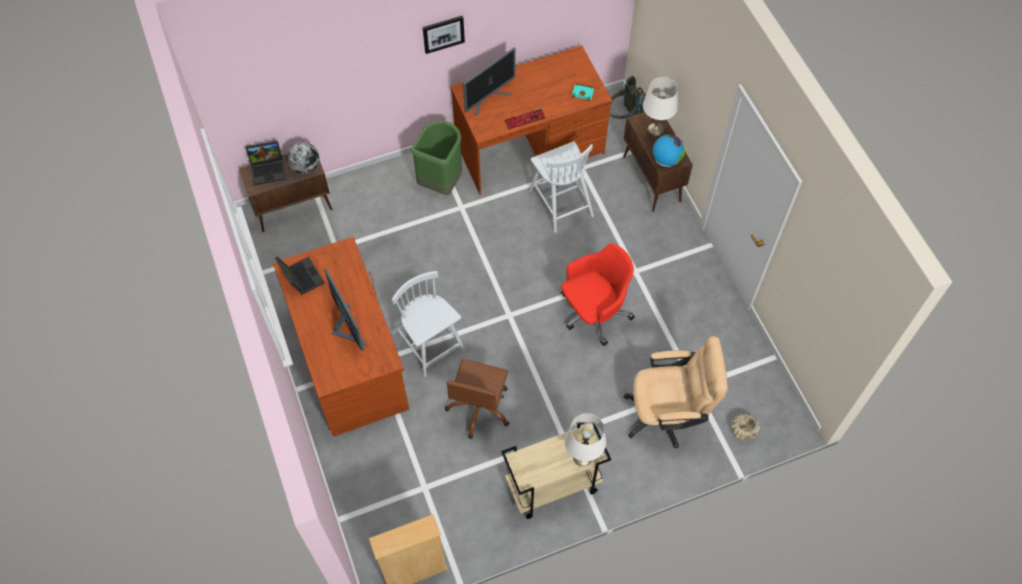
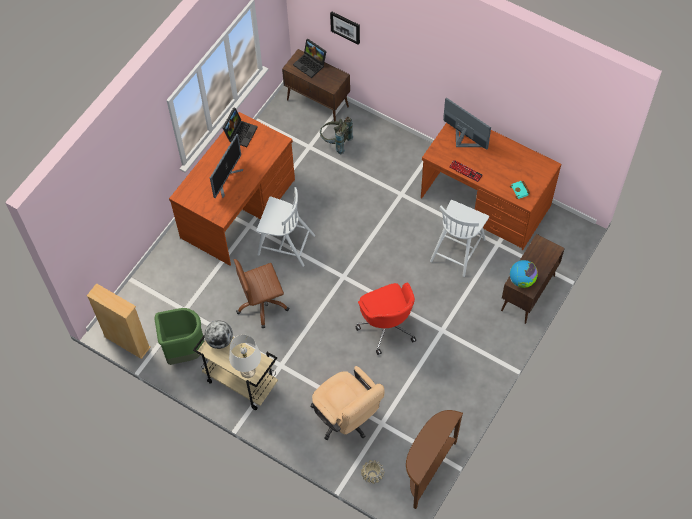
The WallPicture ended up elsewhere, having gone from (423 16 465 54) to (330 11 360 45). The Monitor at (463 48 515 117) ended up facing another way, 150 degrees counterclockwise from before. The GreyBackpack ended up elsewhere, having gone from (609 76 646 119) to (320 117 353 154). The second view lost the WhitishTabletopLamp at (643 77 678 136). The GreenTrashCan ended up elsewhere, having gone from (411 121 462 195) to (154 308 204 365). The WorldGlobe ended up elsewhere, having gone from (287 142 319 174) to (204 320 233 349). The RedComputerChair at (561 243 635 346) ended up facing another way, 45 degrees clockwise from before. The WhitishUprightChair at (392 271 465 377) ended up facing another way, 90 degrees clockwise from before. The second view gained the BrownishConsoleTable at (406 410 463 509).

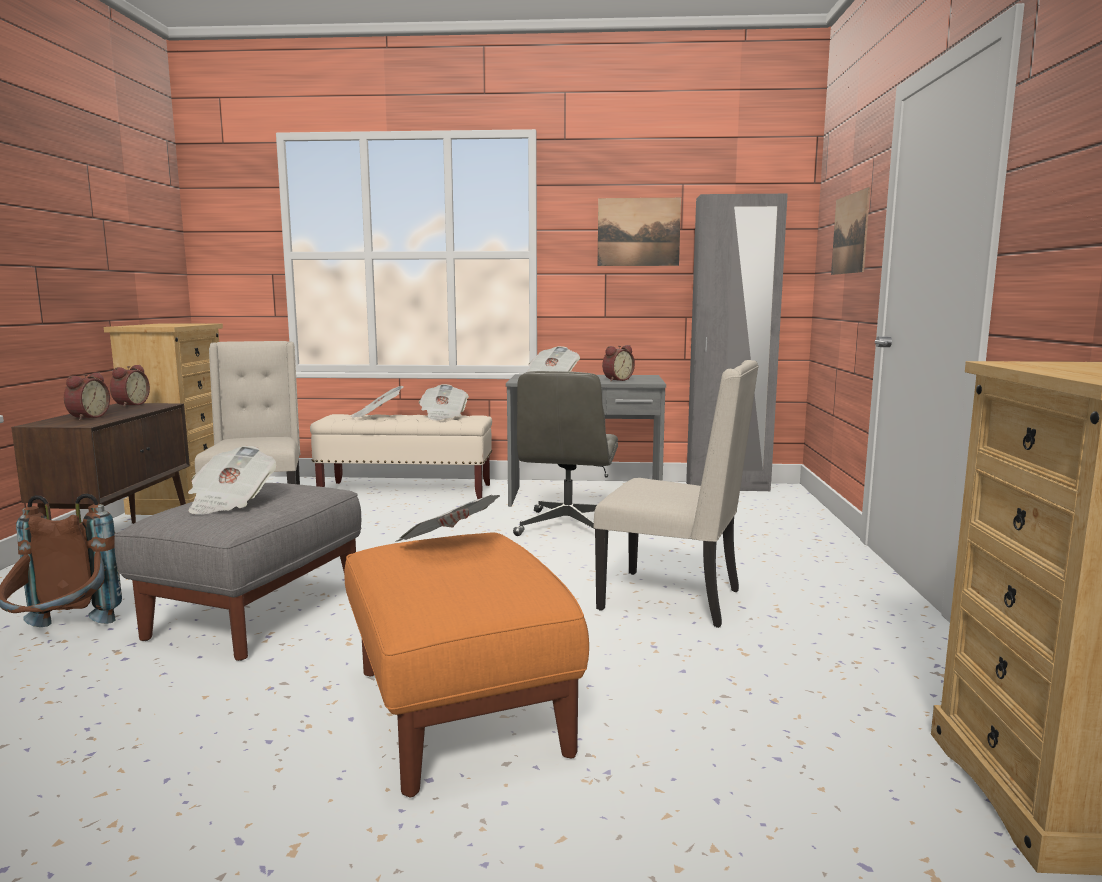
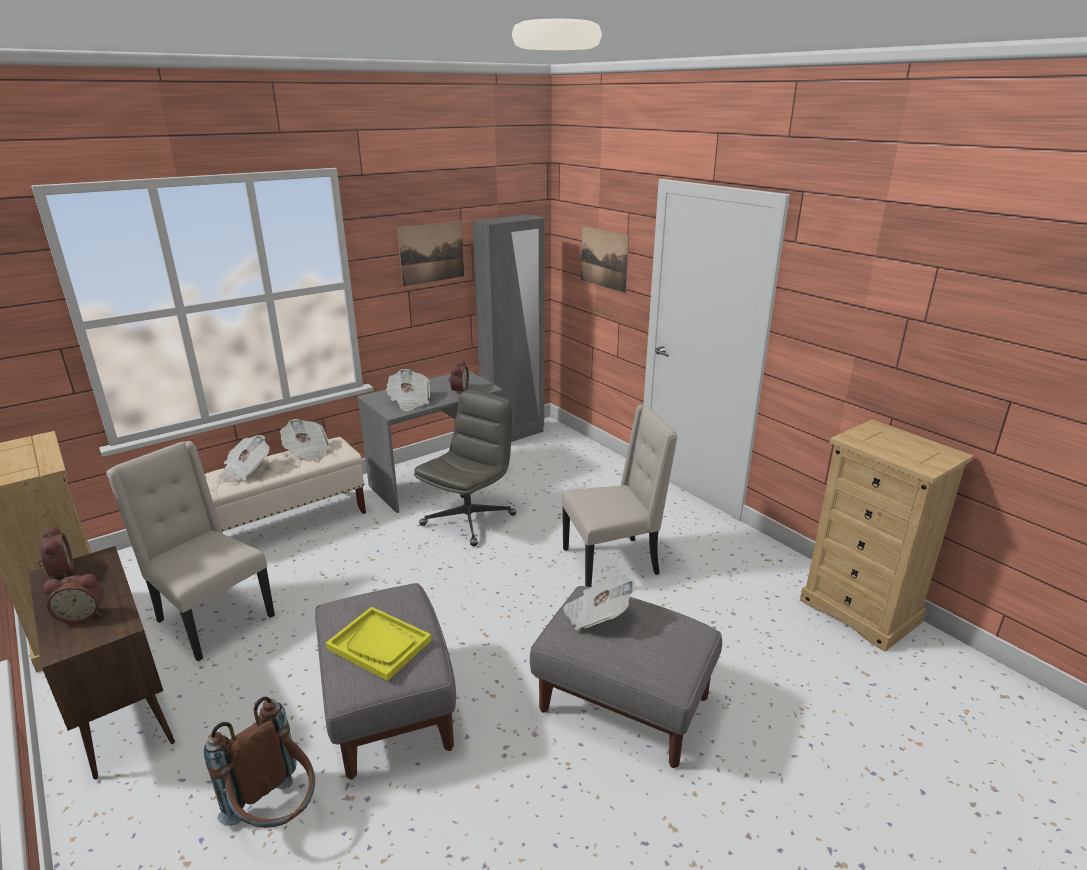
The GreyComputerChair at (513 371 618 536) ended up facing another way, 120 degrees counterclockwise from before. The AlarmClock at (64 373 110 420) ended up facing another way, 105 degrees clockwise from before. Where the PrintedPaper stood at (188 446 277 515), the YellowTray came to stand at (326 607 432 681). What was the OrangeFootrest at (344 532 589 797) turned into the GreyFootrest at (530 586 722 768).

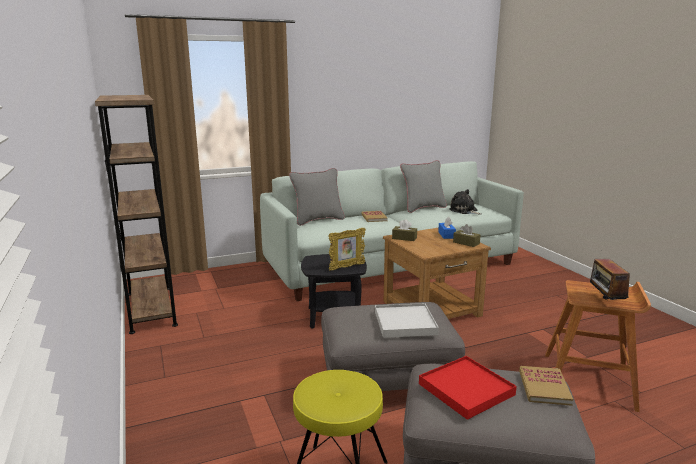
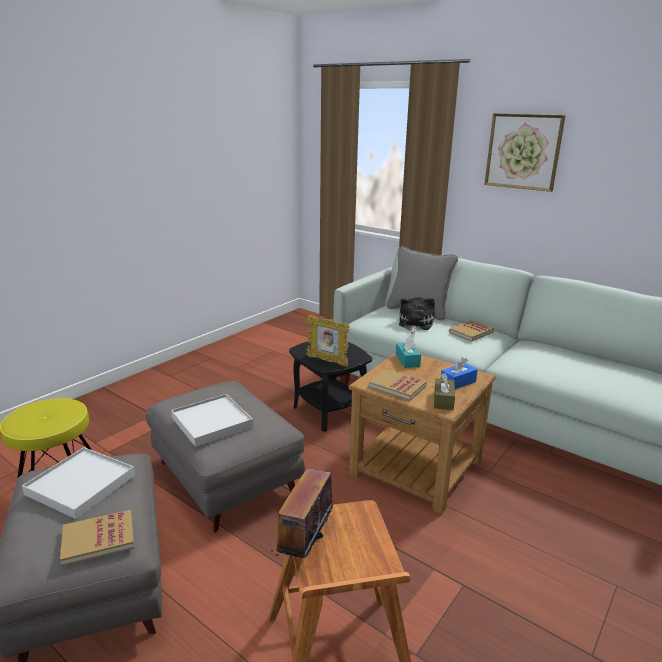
The second view lost the BrownishShelvingUnit at (95 95 178 334). The second view lost the GreyCushion at (400 160 447 213). The SoftToy ended up elsewhere, having gone from (449 189 481 214) to (399 297 435 334). What was the BrownishBoxOfTissues at (392 219 417 241) turned into the TurquoiseColouredBoxOfTissues at (396 337 421 368). The RadioSet at (590 250 631 300) ended up facing another way, 45 degrees counterclockwise from before. What was the RedTray at (419 356 517 420) turned into the WhitishTray at (22 447 135 519). The second view gained the WallPicture at (484 113 566 192). The second view gained the Book at (369 369 426 401).

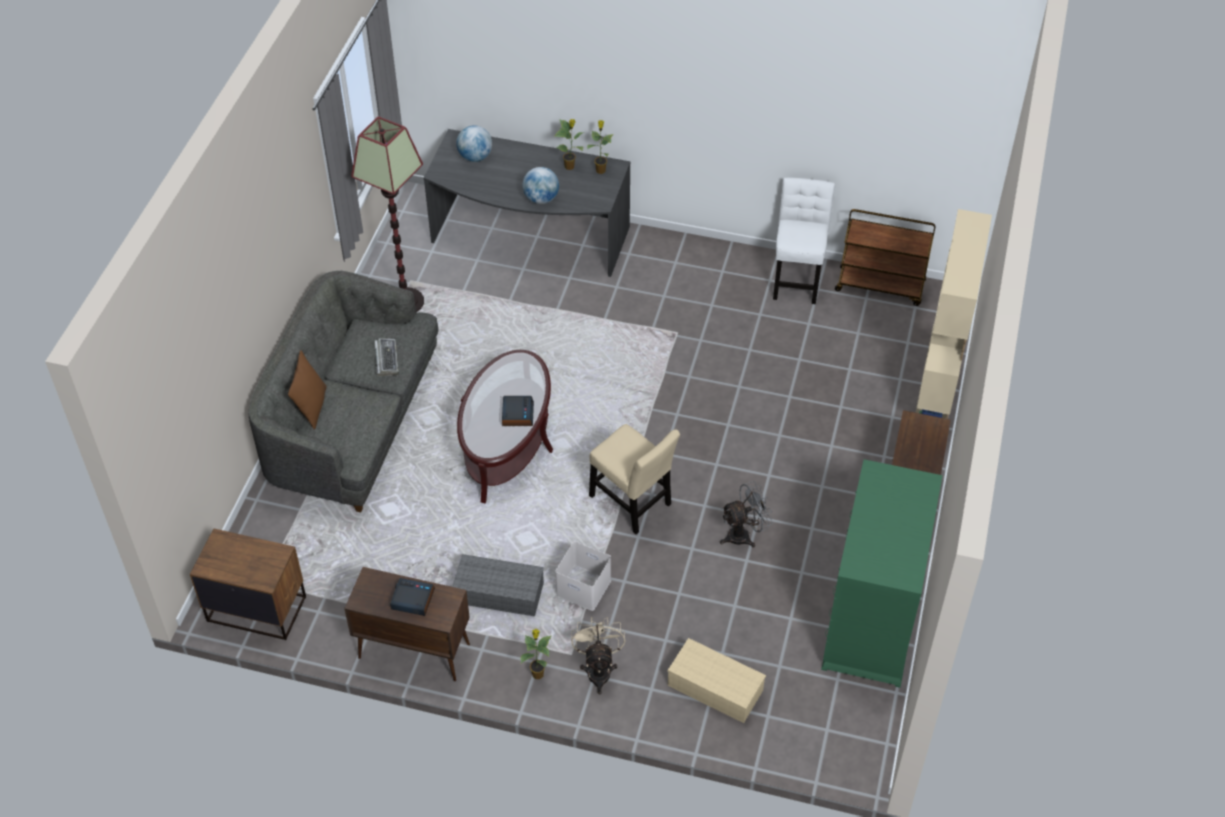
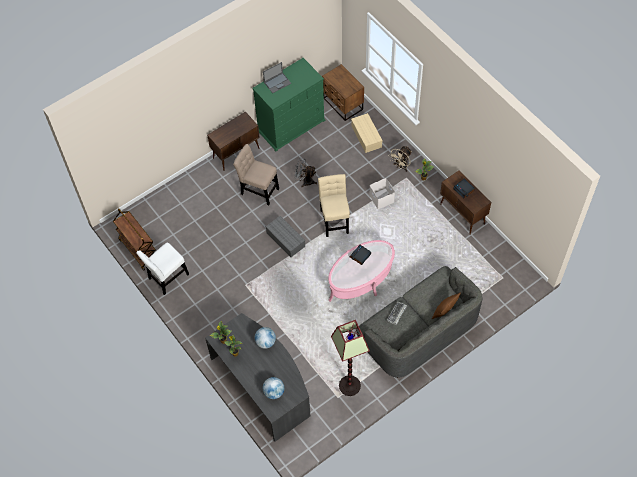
The second view lost the BeigeColouredShelvingUnit at (916 209 992 419). What was the BrownishCoffeeTable at (457 350 553 504) turned into the PinkishCoffeeTable at (328 240 395 302). The BrownishBedsideTable ended up elsewhere, having gone from (190 528 306 640) to (322 64 364 121). The GreyStorageBox ended up elsewhere, having gone from (452 554 544 616) to (266 216 305 257). The second view gained the NotebookComputer at (263 62 291 93). The second view gained the BeigeColouredUprightChair at (233 144 279 205).

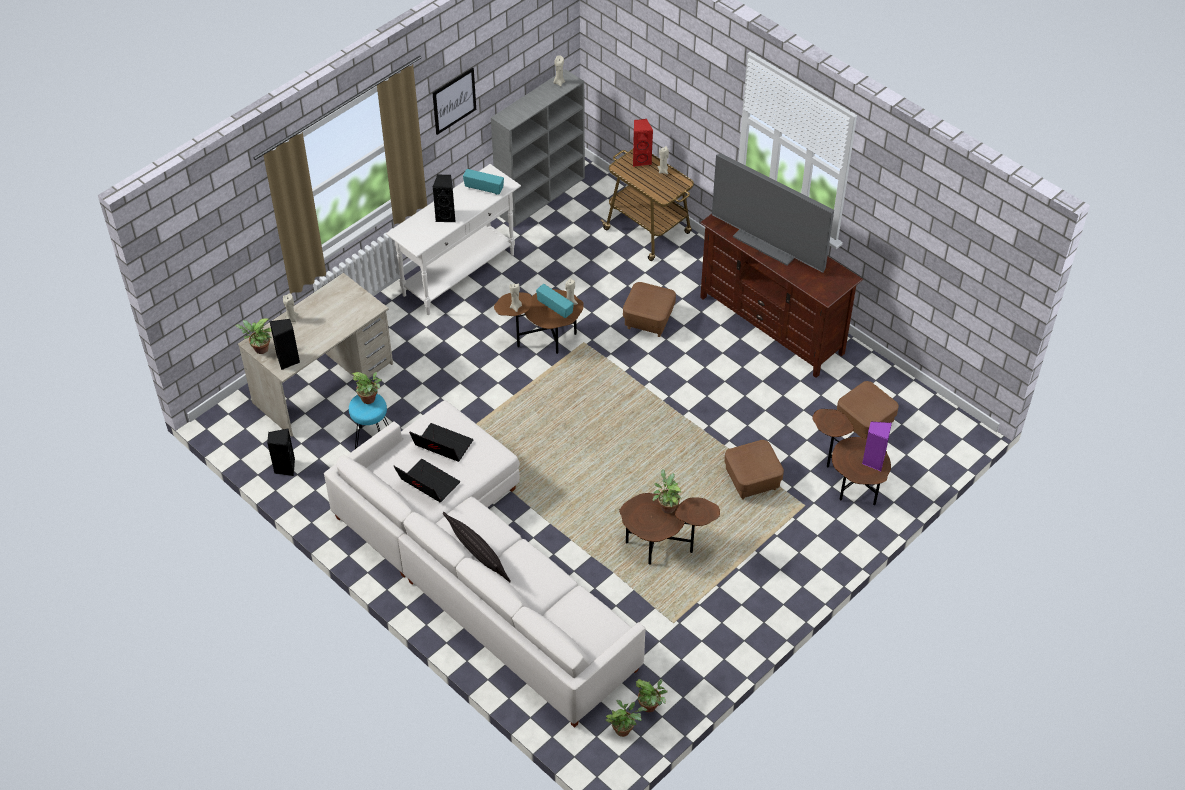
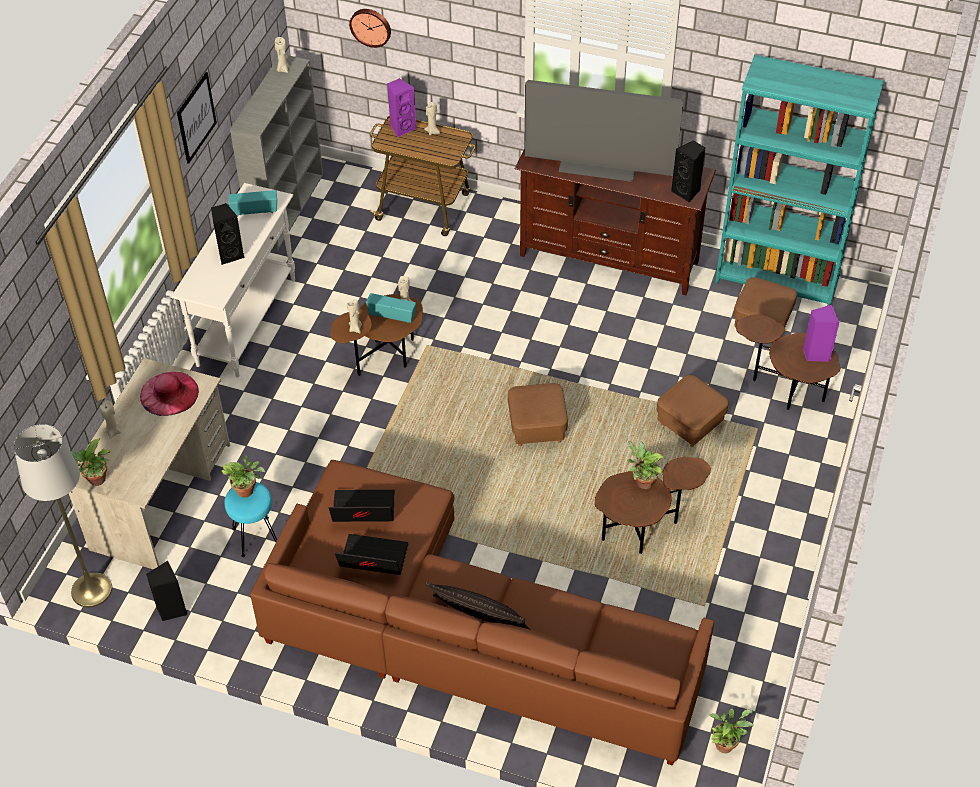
What was the RedLoudspeaker at (633 119 653 167) turned into the PurplishLoudspeaker at (387 78 416 137). The BrownishFootrest ended up elsewhere, having gone from (623 282 676 337) to (508 383 568 446). The BlackLoudspeaker ended up elsewhere, having gone from (270 319 300 370) to (671 140 705 203). What was the WhitishCouch at (324 400 645 728) turned into the BrownishCouch at (250 460 714 766). The second view lost the PottedPlant at (635 679 668 712). The second view gained the WallClock at (349 9 391 48). The second view gained the TurquoiseColouredShelvingUnit at (715 55 884 306). The second view gained the PinkishHat at (140 372 199 416). The second view gained the GreyFloorLamp at (14 424 112 607).

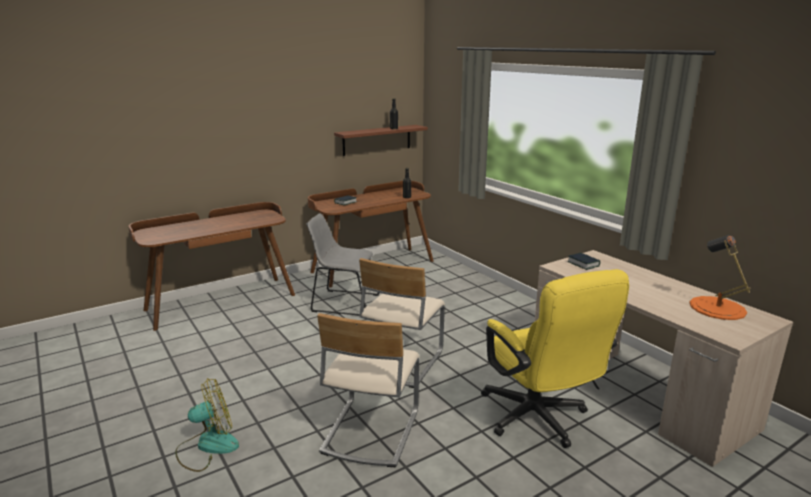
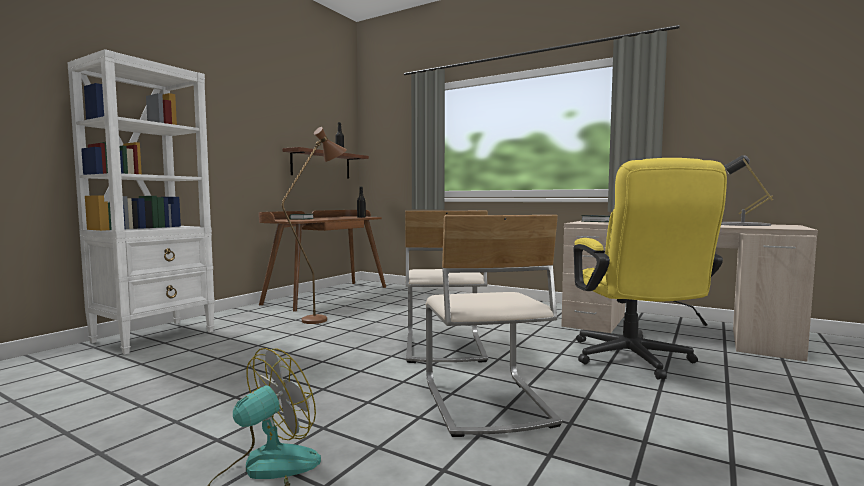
Where the BrownishDesk stood at (128 202 295 331), the WhitishShelvingUnit came to stand at (67 49 215 354). Where the GreyUprightChair stood at (306 213 379 316), the BrownishFloorLamp came to stand at (282 127 347 324). What was the OrangeTabletopLamp at (689 235 751 320) turned into the GreyTabletopLamp at (721 155 773 226). The YellowComputerChair at (481 269 629 448) ended up facing another way, 45 degrees clockwise from before.

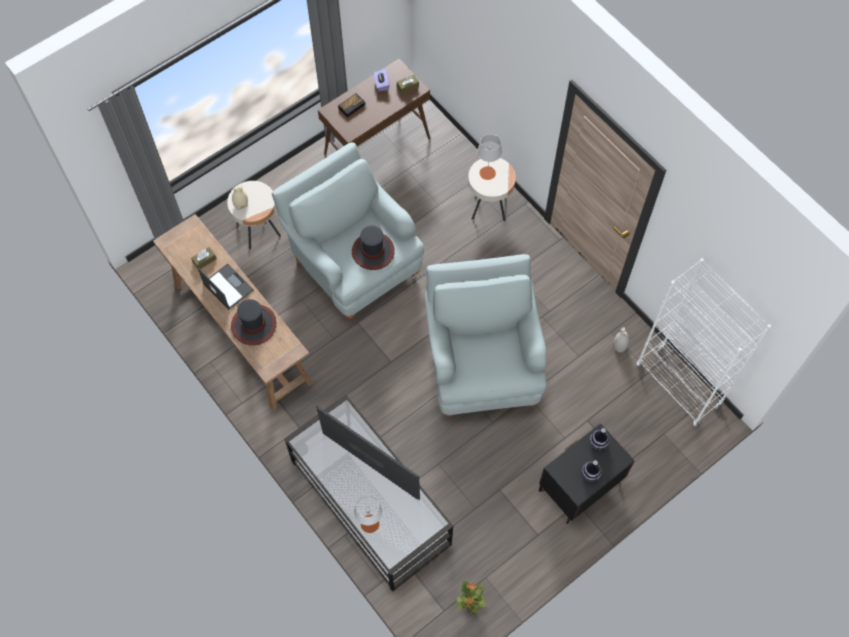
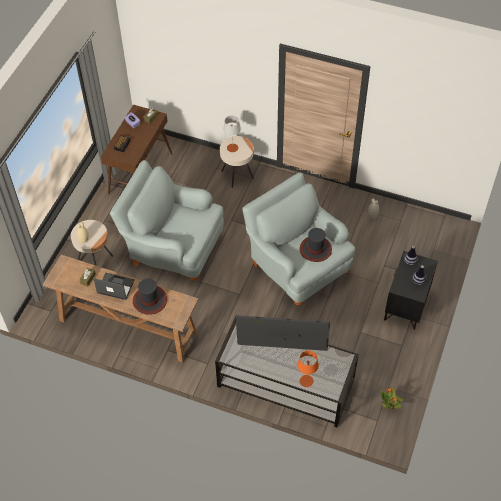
The Hat ended up elsewhere, having gone from (352 226 395 270) to (300 228 332 262). The second view lost the WhitishShelvingUnit at (636 258 771 427). What was the GreyTabletopLamp at (354 495 383 533) turned into the OrangeTabletopLamp at (297 351 319 387).

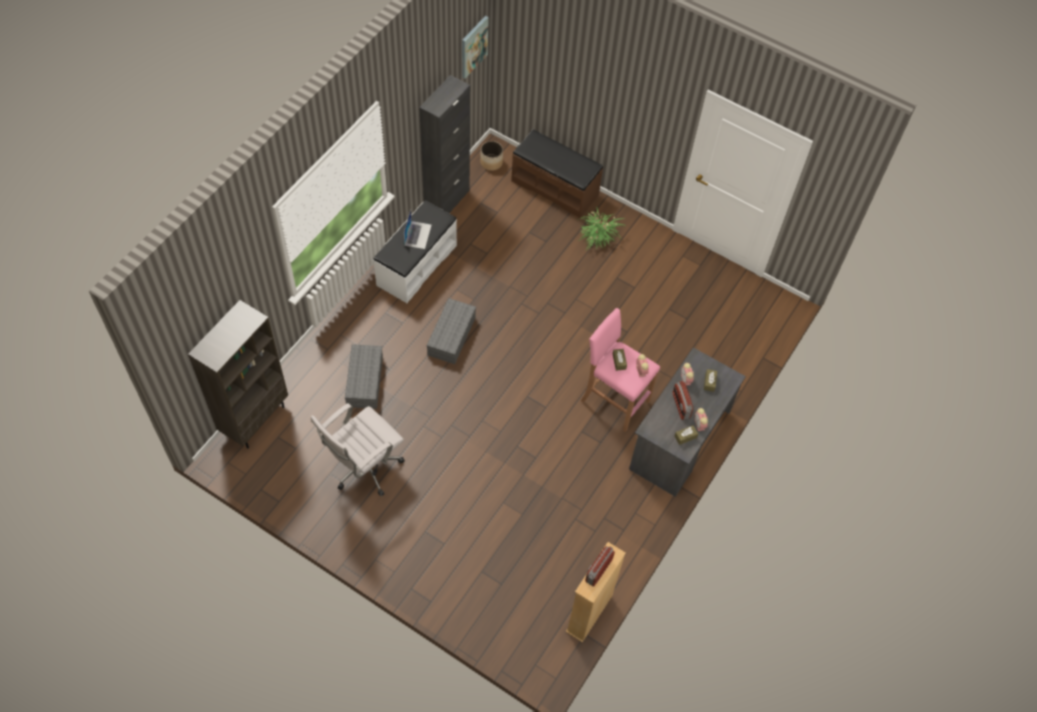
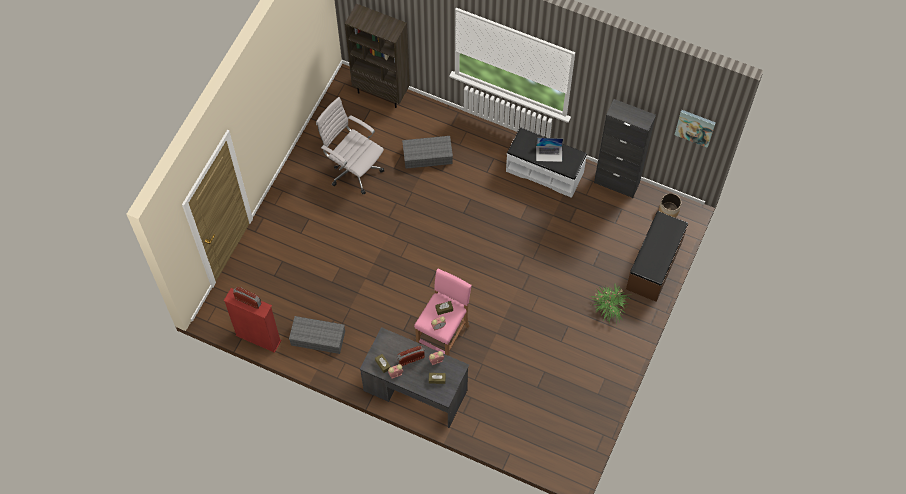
The GreyStorageBox ended up elsewhere, having gone from (427 298 476 364) to (289 316 345 354). What was the BeigeColouredShelvingUnit at (566 542 626 642) turned into the RedShelvingUnit at (224 288 282 353).

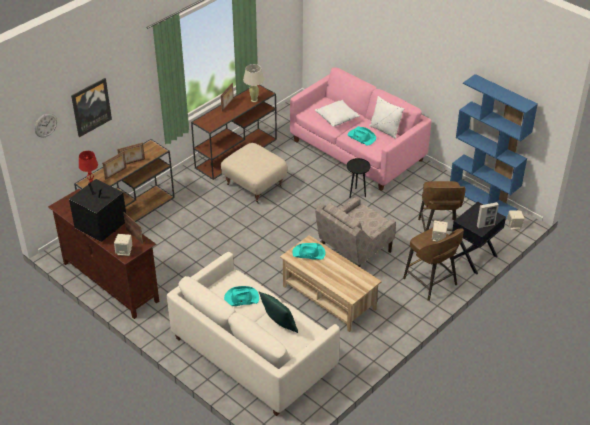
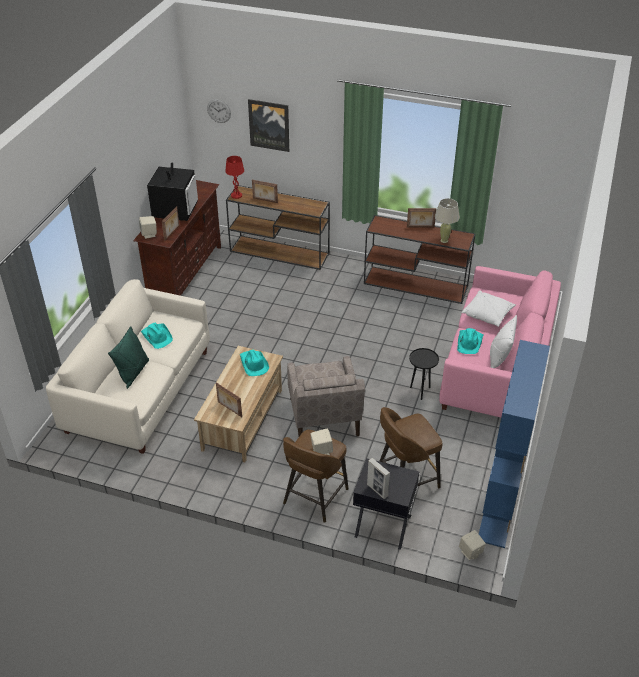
The PhotoFrame ended up elsewhere, having gone from (117 142 145 164) to (216 382 242 417). The second view lost the BeigeColouredFootrest at (221 143 288 204). The BeigeColouredEasyChair at (315 197 396 267) ended up facing another way, 120 degrees counterclockwise from before.

